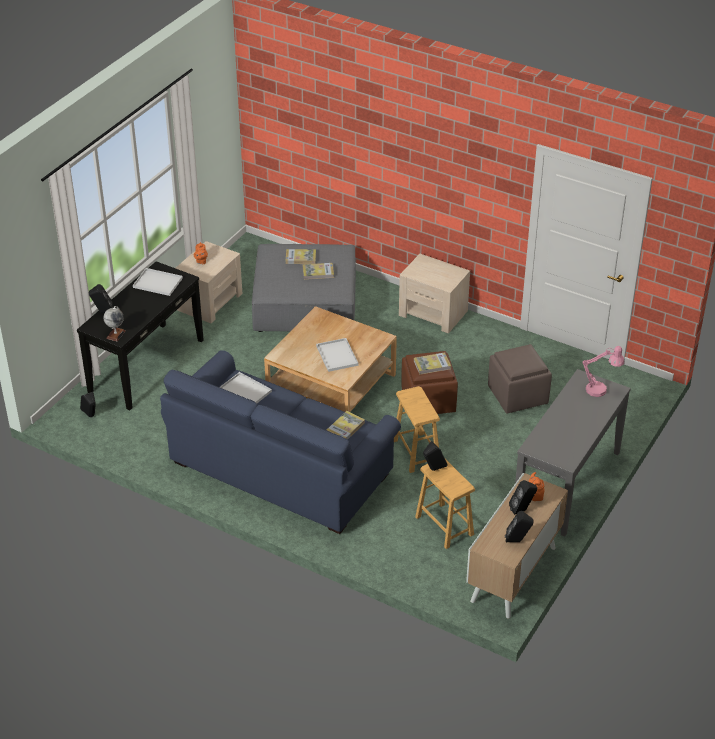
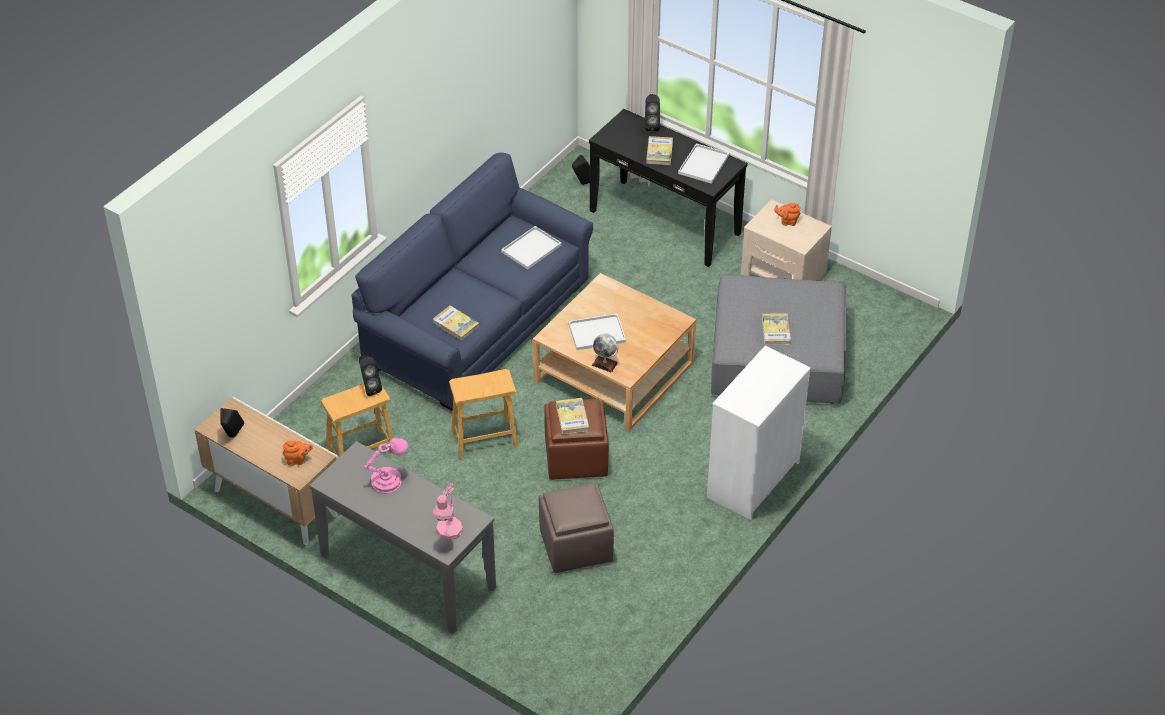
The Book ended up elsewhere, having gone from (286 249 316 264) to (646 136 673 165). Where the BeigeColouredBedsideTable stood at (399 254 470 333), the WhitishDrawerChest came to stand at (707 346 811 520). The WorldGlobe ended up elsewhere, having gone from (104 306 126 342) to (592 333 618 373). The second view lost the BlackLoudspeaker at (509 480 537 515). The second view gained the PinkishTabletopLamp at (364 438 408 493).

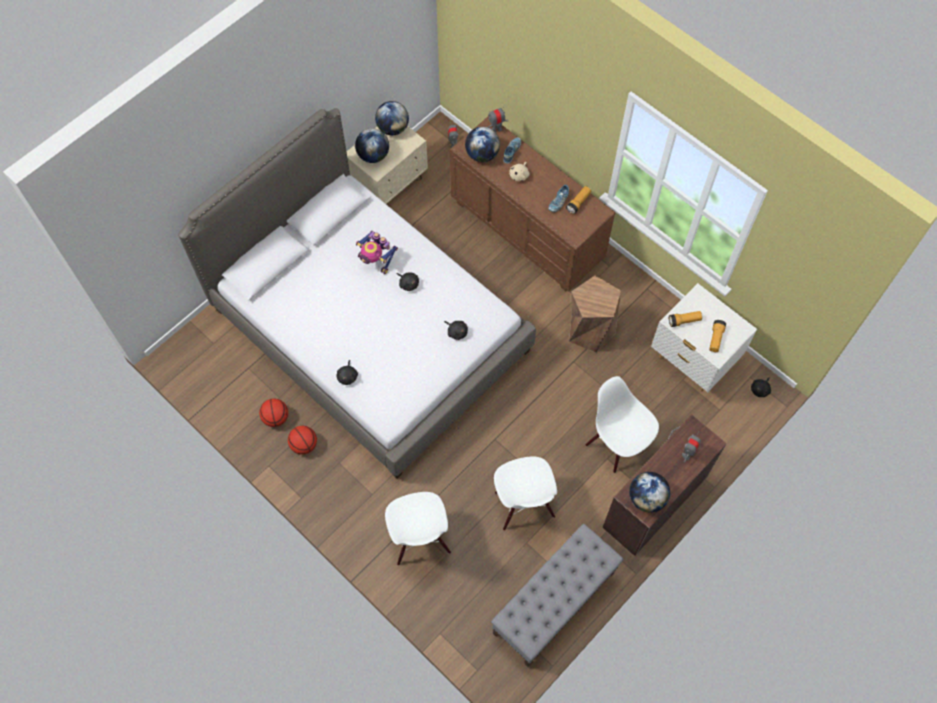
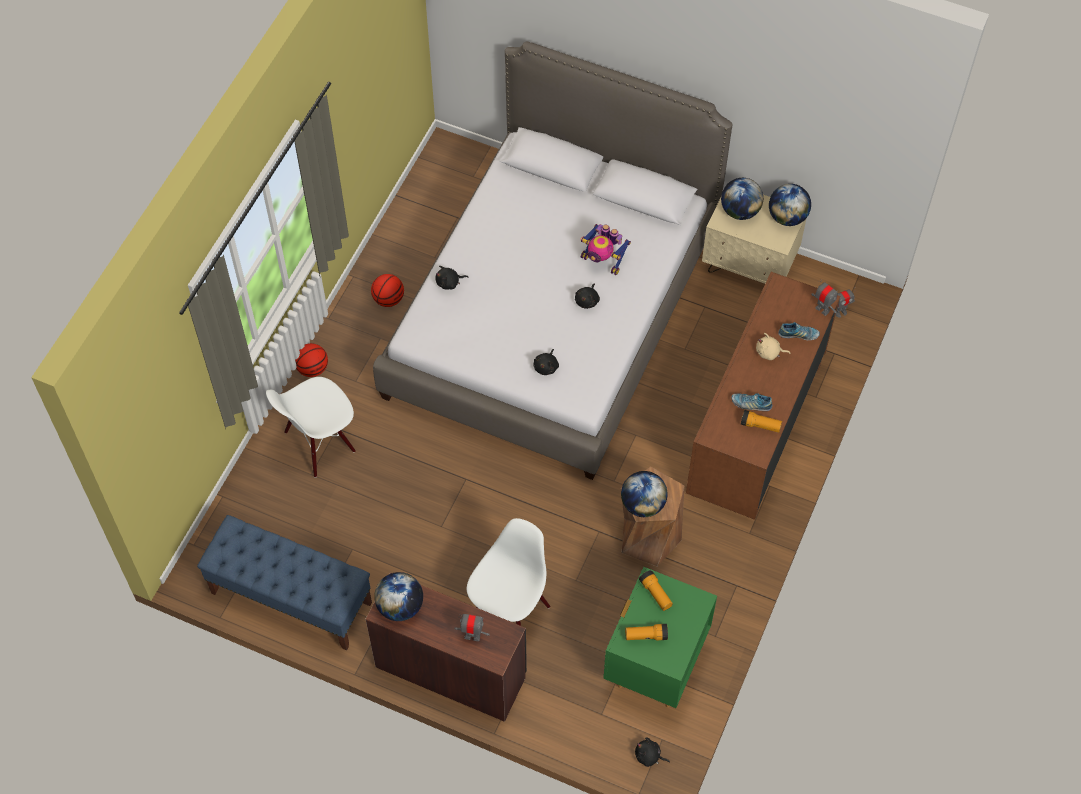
The WorldGlobe ended up elsewhere, having gone from (465 127 500 162) to (621 471 667 517). The ModelRobot at (356 230 398 274) ended up facing another way, 75 degrees counterclockwise from before. What was the WhitishBedsideTable at (651 283 757 392) turned into the GreenBedsideTable at (603 567 717 708). The BasketballBall ended up elsewhere, having gone from (259 398 288 427) to (295 343 328 377). The second view lost the WhitishUprightChair at (494 456 557 530). What was the GreyBench at (491 524 623 667) turned into the BlueBench at (197 515 372 650).

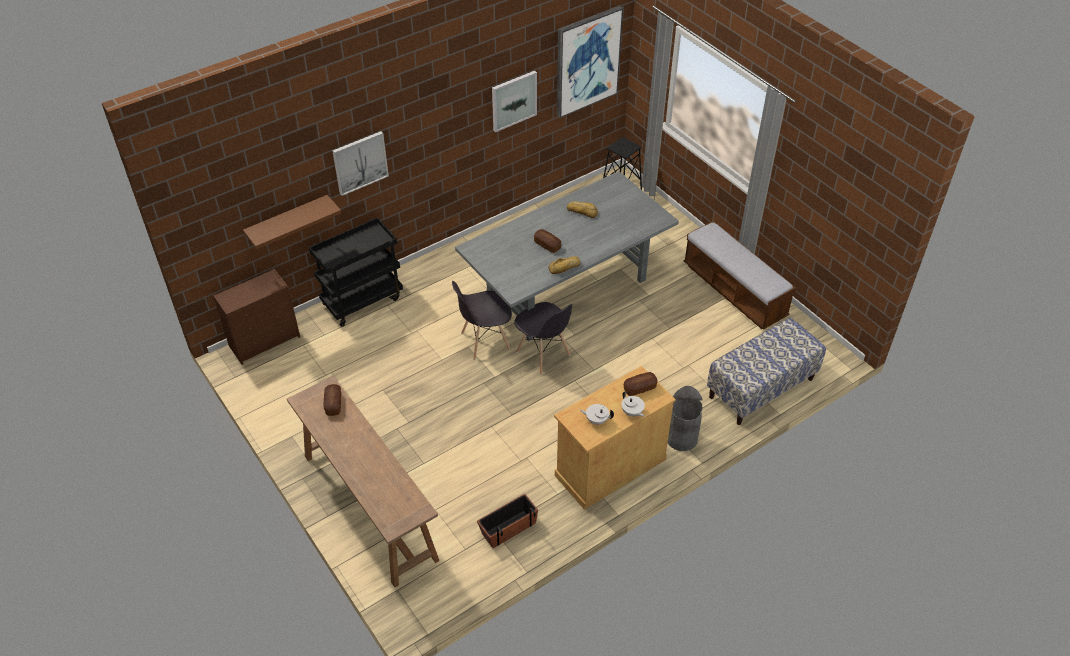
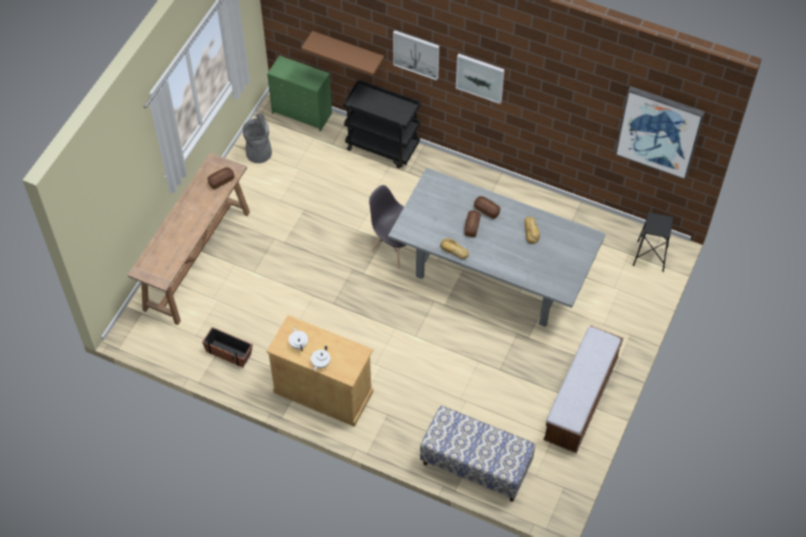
The WallPicture ended up elsewhere, having gone from (492 71 537 132) to (456 54 505 104). What was the BrownishDrawerChest at (213 269 300 365) turned into the GreenDrawerChest at (267 55 332 132). The second view lost the GreyUprightChair at (514 302 572 374). The Bread ended up elsewhere, having gone from (624 372 658 396) to (474 196 501 219). The GreyTrashCan ended up elsewhere, having gone from (668 386 703 451) to (242 113 272 163).

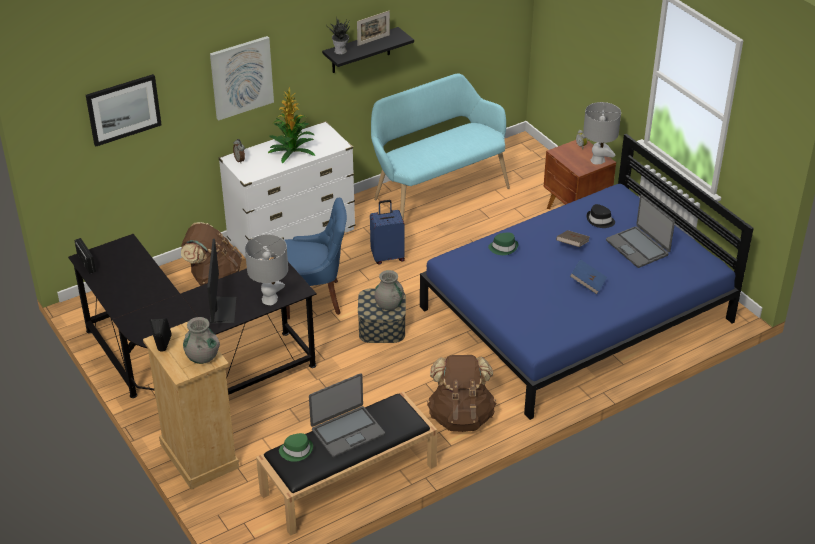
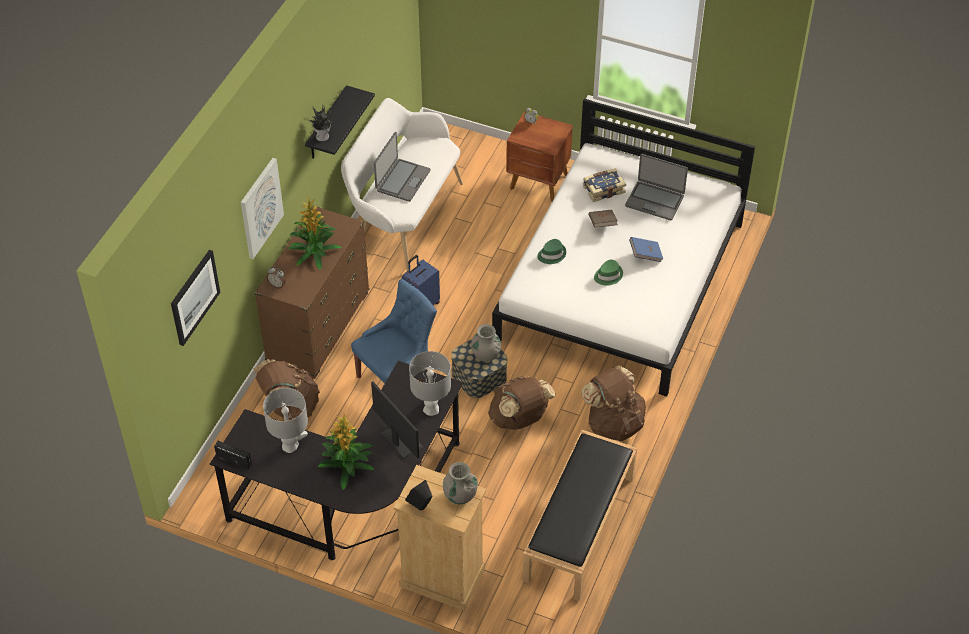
The second view lost the PhotoFrame at (357 11 390 46). What was the TurquoiseColouredBench at (371 74 510 221) turned into the WhitishBench at (341 98 463 271). The GreyTabletopLamp ended up elsewhere, having gone from (583 102 621 165) to (263 388 308 453). What was the WhitishDrawerChest at (219 121 356 260) turned into the BrownishDrawerChest at (254 205 369 379). What was the BlueBed at (420 134 754 420) turned into the WhitishBed at (492 99 755 396). Where the BlackHat stood at (586 204 615 228), the Book came to stand at (583 168 626 202). The NotebookComputer ended up elsewhere, having gone from (309 373 385 457) to (374 132 430 202). The GreenHat ended up elsewhere, having gone from (279 433 313 462) to (594 260 623 285). The second view gained the BrownishBackpack at (488 376 555 430). The second view gained the PottedPlant at (318 414 374 490).

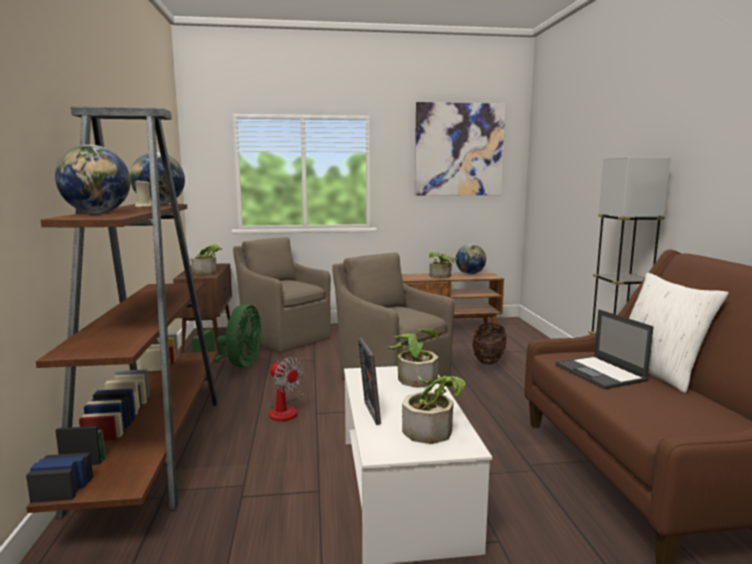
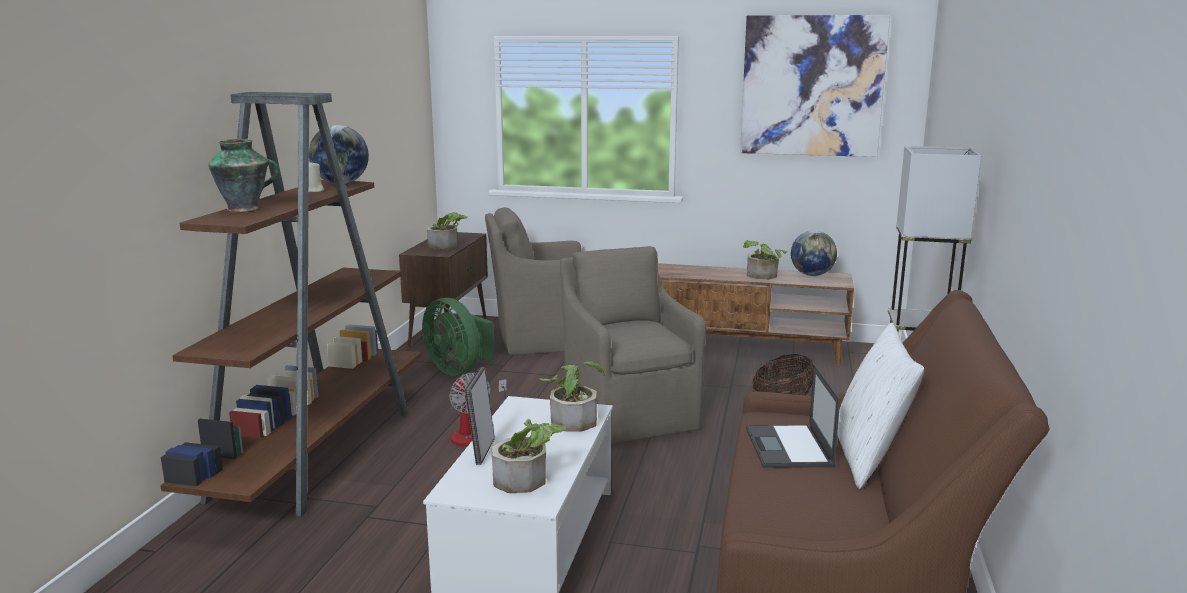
Where the WorldGlobe stood at (55 145 131 213), the FlowerVase came to stand at (208 139 279 212). The BrownishEasyChair at (233 237 331 353) ended up facing another way, 75 degrees counterclockwise from before. The GreenFan at (192 304 261 368) ended up facing another way, 105 degrees clockwise from before.

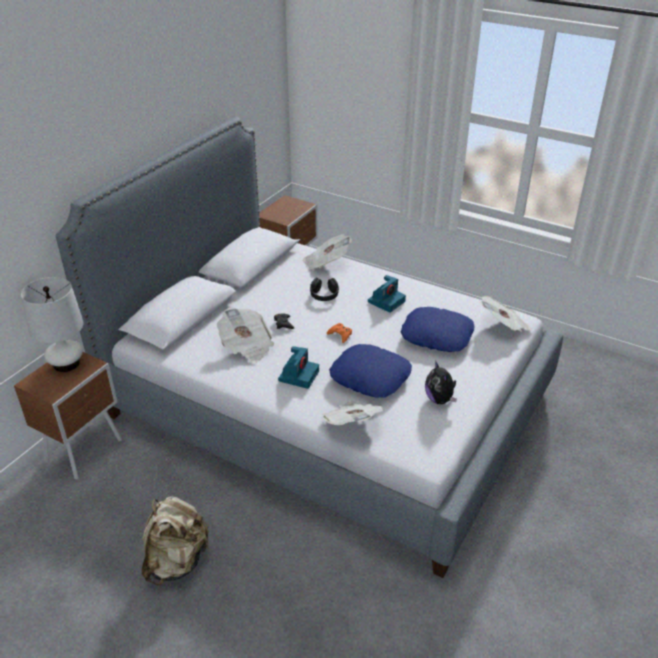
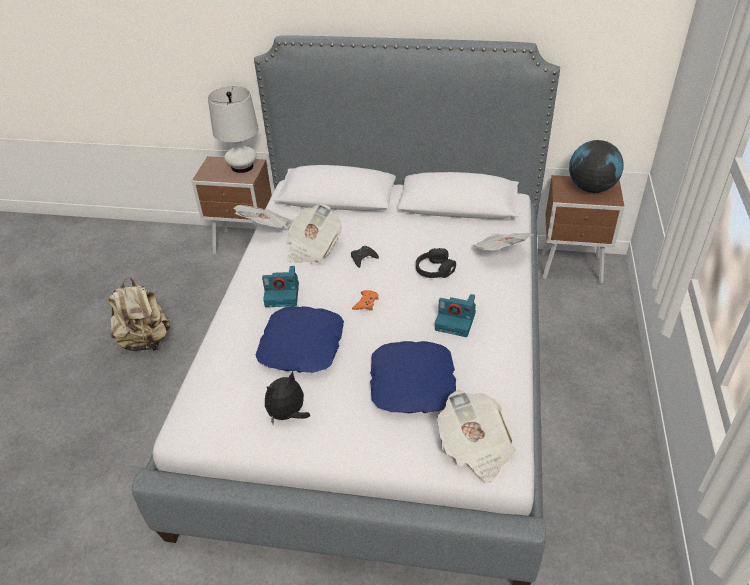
The PrintedPaper ended up elsewhere, having gone from (322 402 383 425) to (234 205 294 228). The second view gained the WorldGlobe at (569 140 624 193).

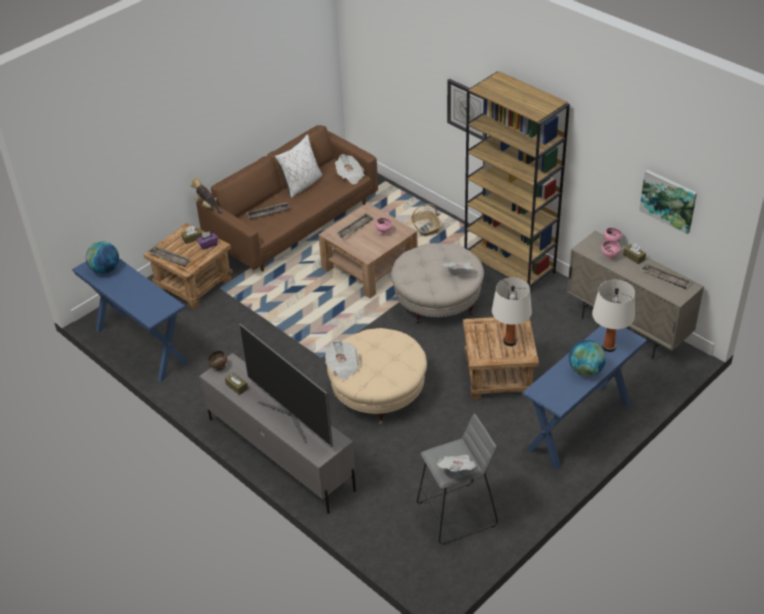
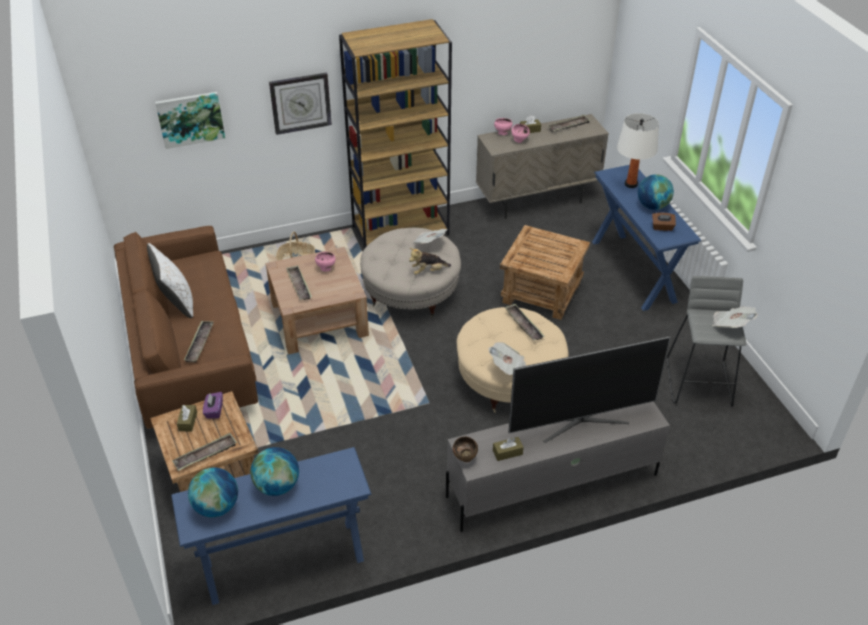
The second view lost the PrintedPaper at (335 154 365 185). The WallPicture ended up elsewhere, having gone from (639 170 697 234) to (155 92 225 149). The SoftToy ended up elsewhere, having gone from (190 176 222 214) to (409 248 451 275). The second view lost the WhitishTabletopLamp at (492 277 532 346). The second view gained the BrownishBoxOfTissues at (652 213 676 231). The second view gained the Tray at (505 304 545 340). The second view gained the WorldGlobe at (250 447 299 496).

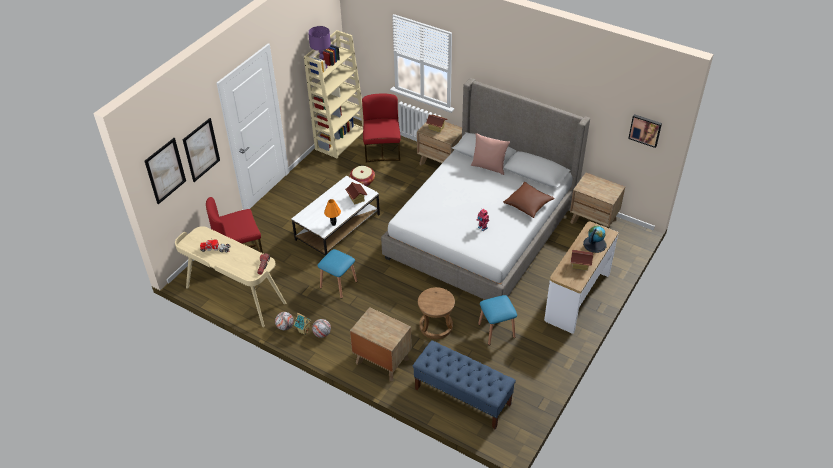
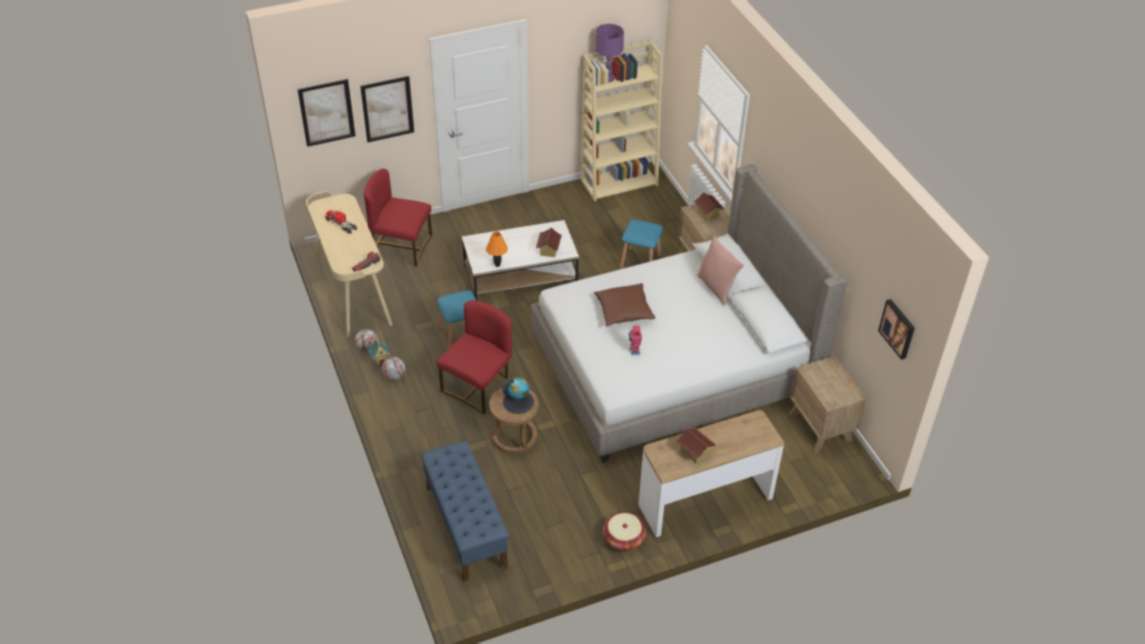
The RedUprightChair ended up elsewhere, having gone from (362 93 401 162) to (437 300 512 414). The HouseholdBasket ended up elsewhere, having gone from (349 166 375 186) to (603 512 646 551). The BrownishCushion ended up elsewhere, having gone from (503 182 555 218) to (594 283 656 327). The WorldGlobe ended up elsewhere, having gone from (583 226 607 253) to (502 377 534 414). The BlueStool ended up elsewhere, having gone from (478 295 517 345) to (620 219 663 269). The second view lost the BrownishBedsideTable at (350 307 412 381).

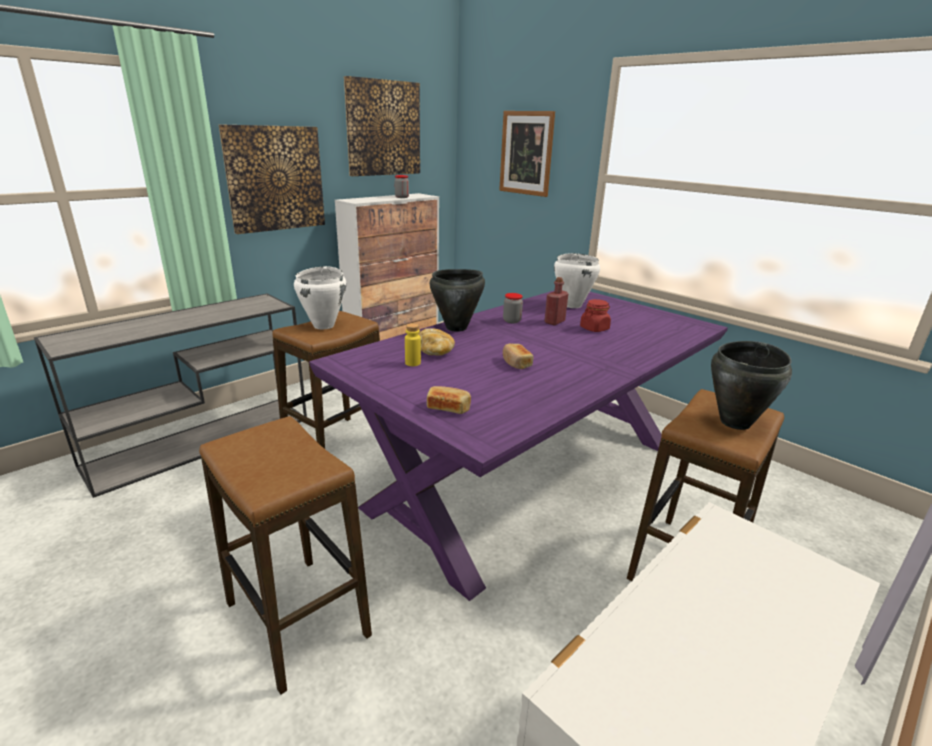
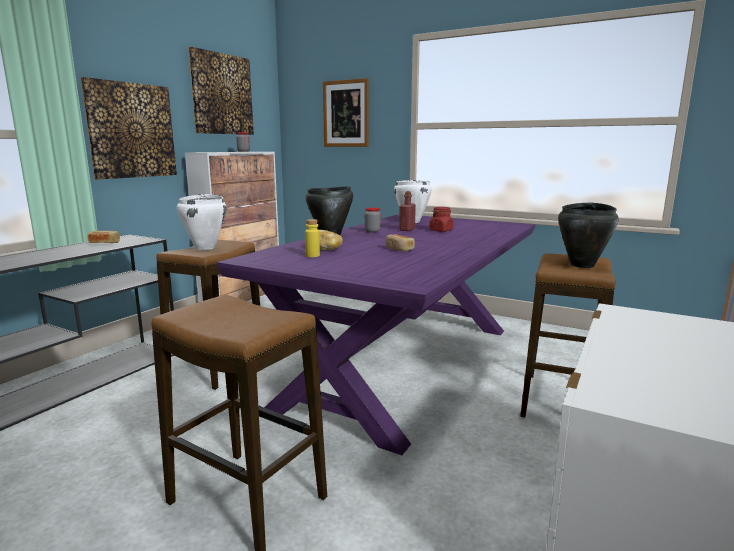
The Bread ended up elsewhere, having gone from (427 386 471 414) to (88 231 120 243).

